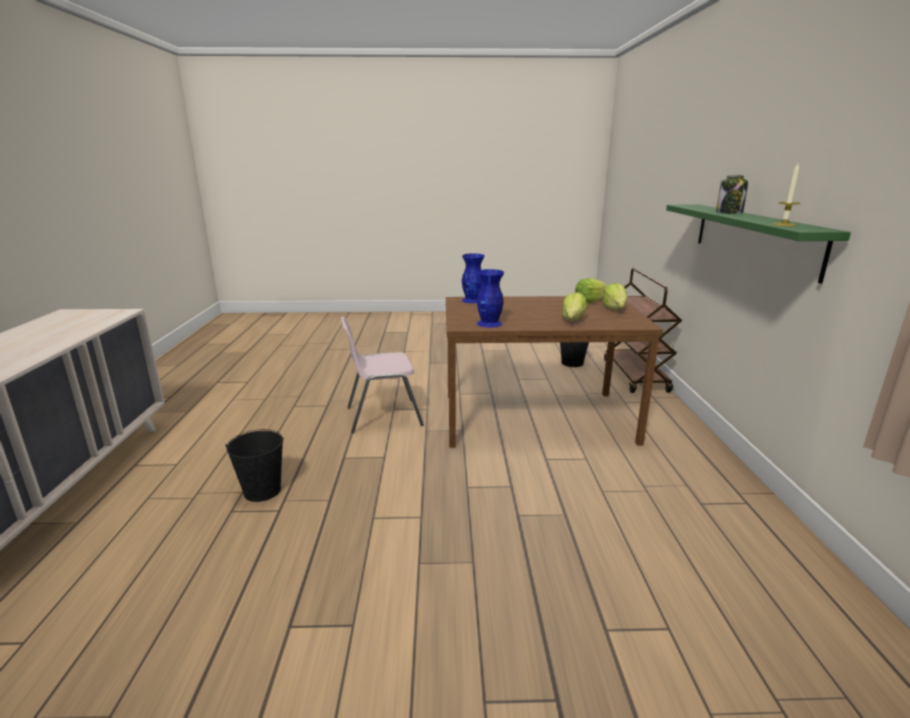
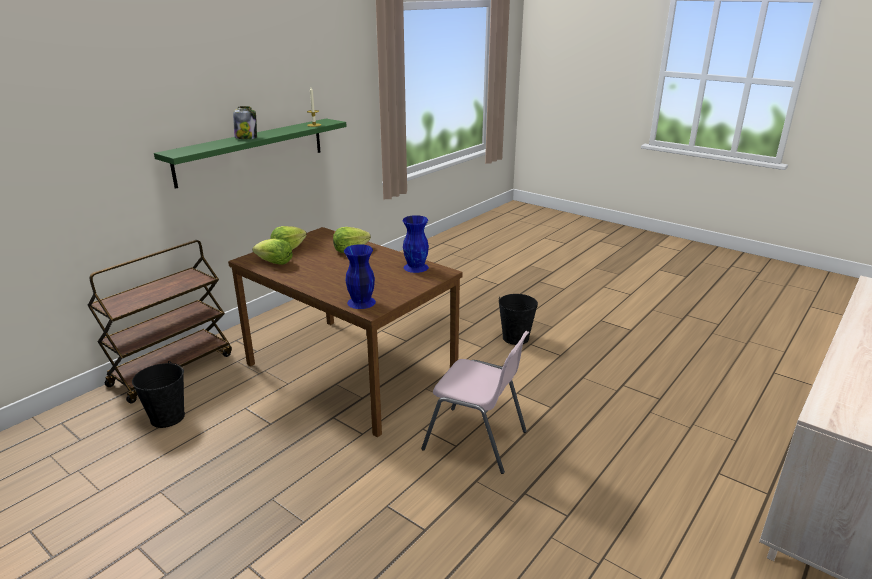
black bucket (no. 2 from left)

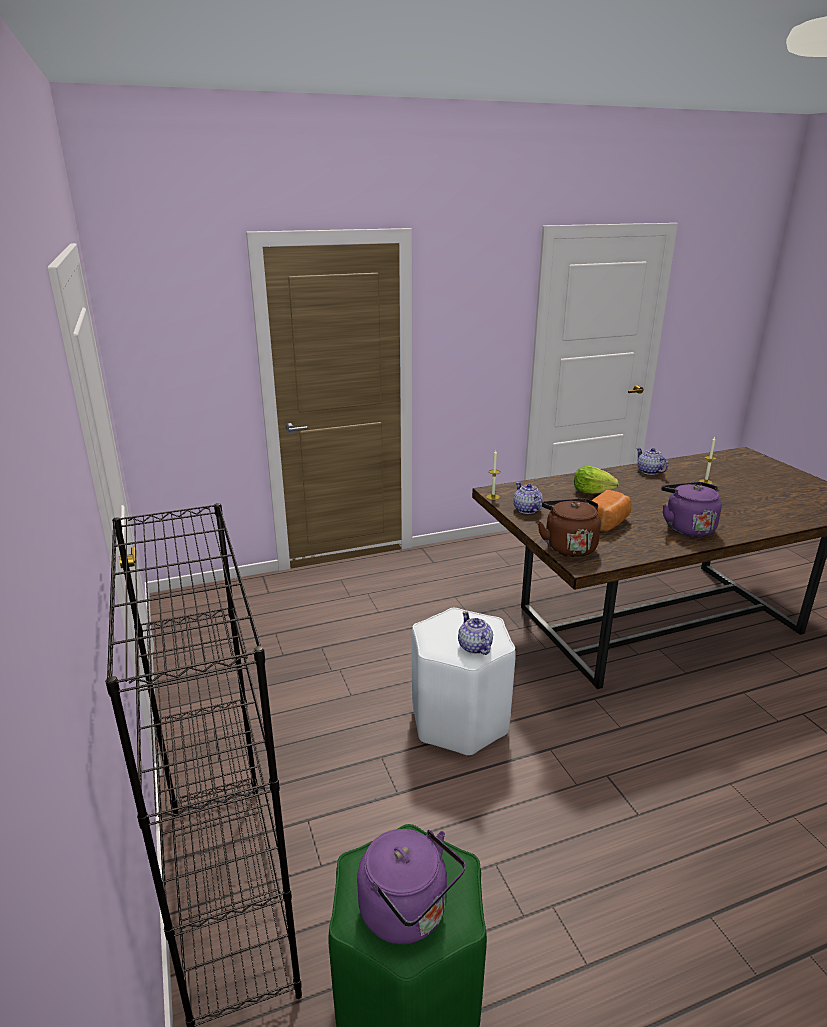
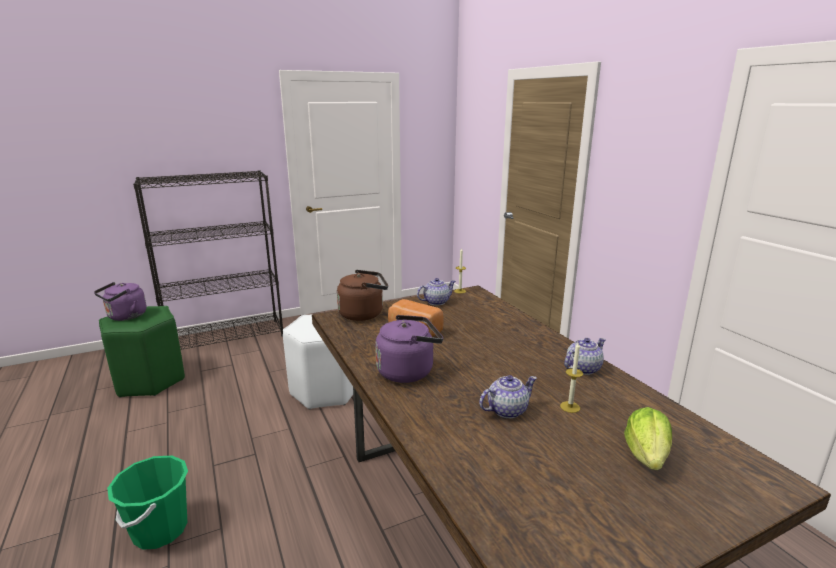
tea pot (no. 2 from left)
head of lettuce
green-coloured bucket

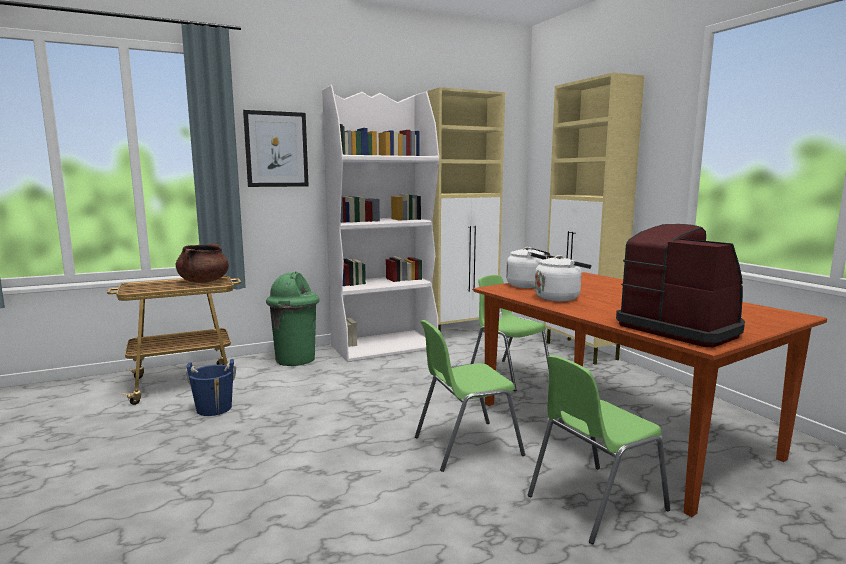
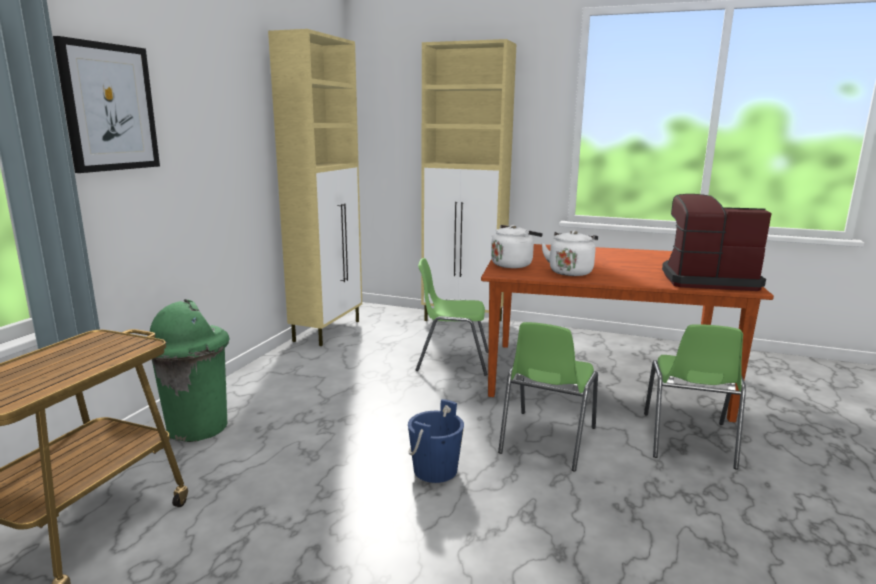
brownish stockpot
bluish bucket
white bookcase

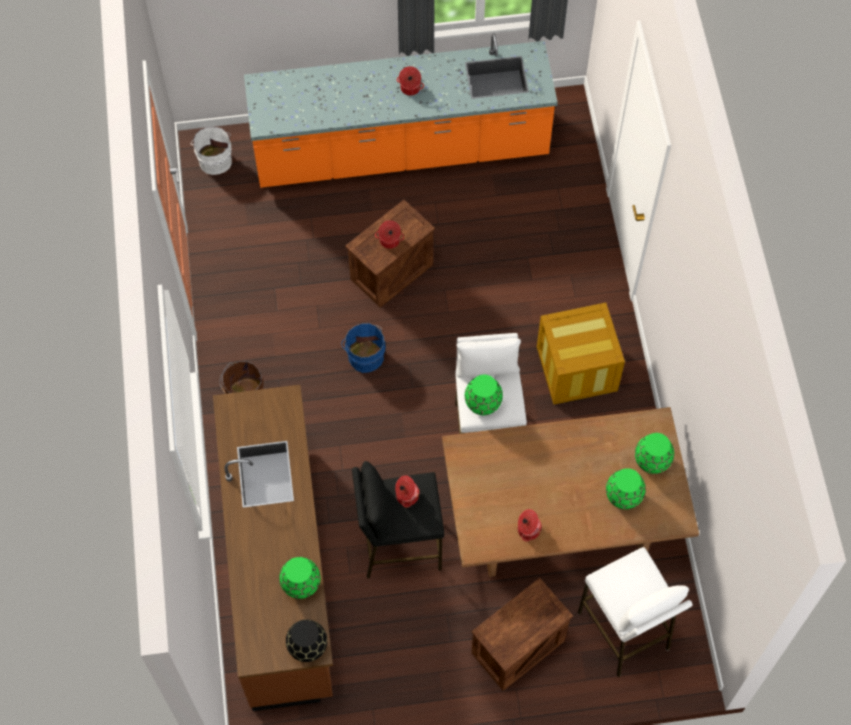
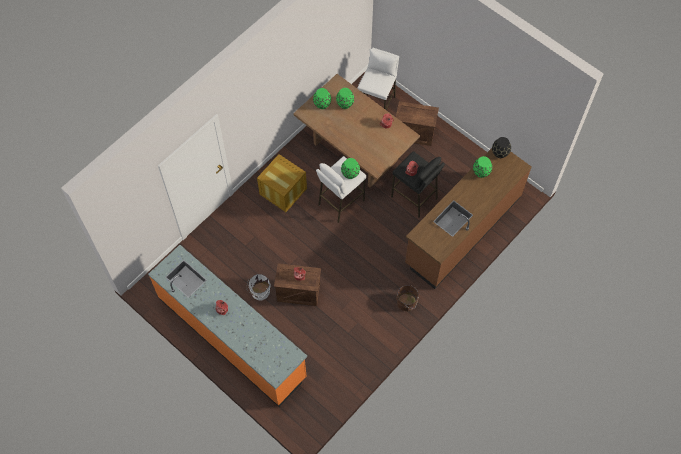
white bucket
bluish bucket

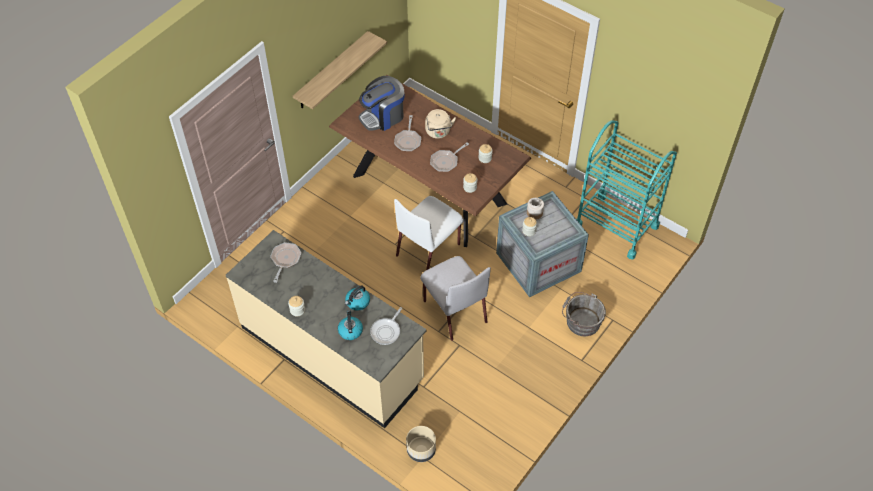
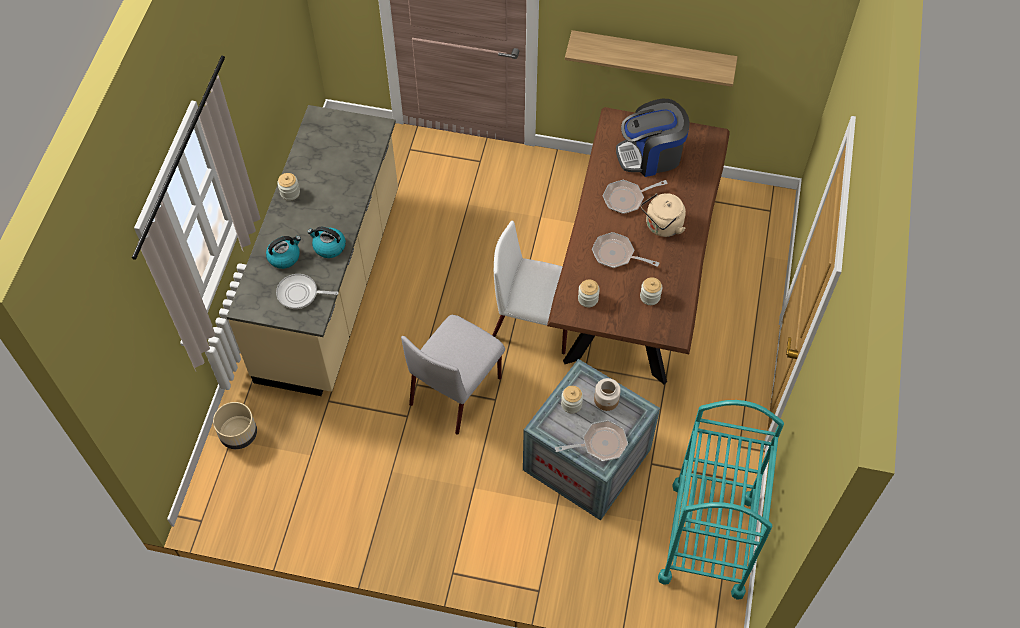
frying pan (no. 2 from left)
coffee maker
greyish bucket

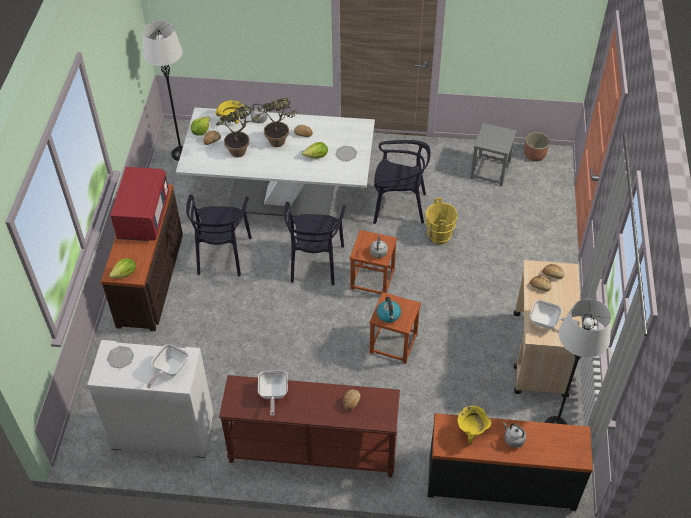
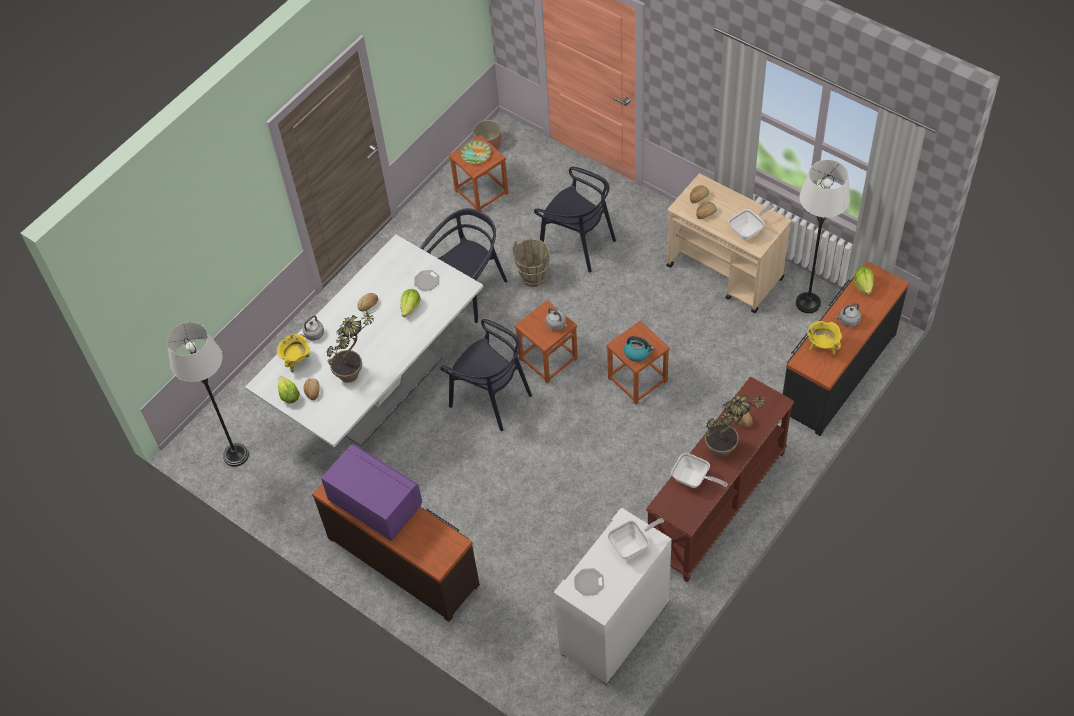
head of lettuce (no. 3 from left)
purple-coloured microwave oven
frying pan (no. 1 from left)
black chair (no. 3 from left)
houseplant (no. 2 from left)
brownish bucket
brownish stool (no. 1 from left)
flat dish (no. 2 from left)

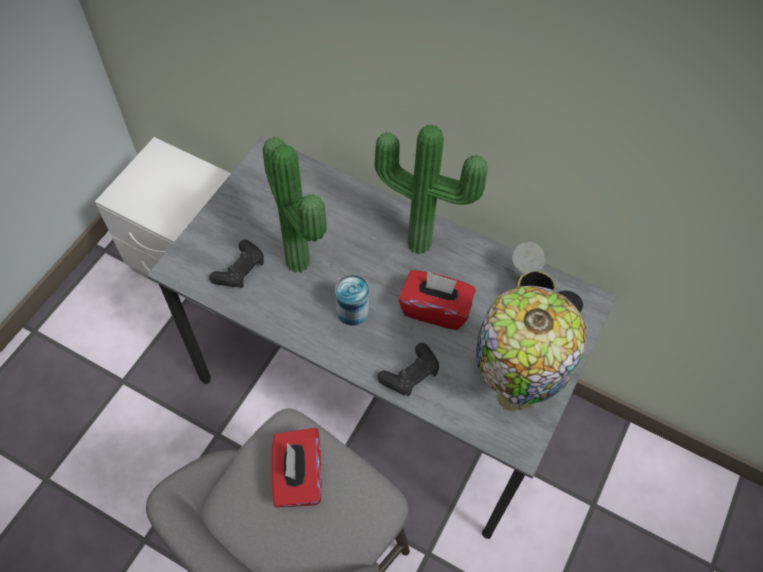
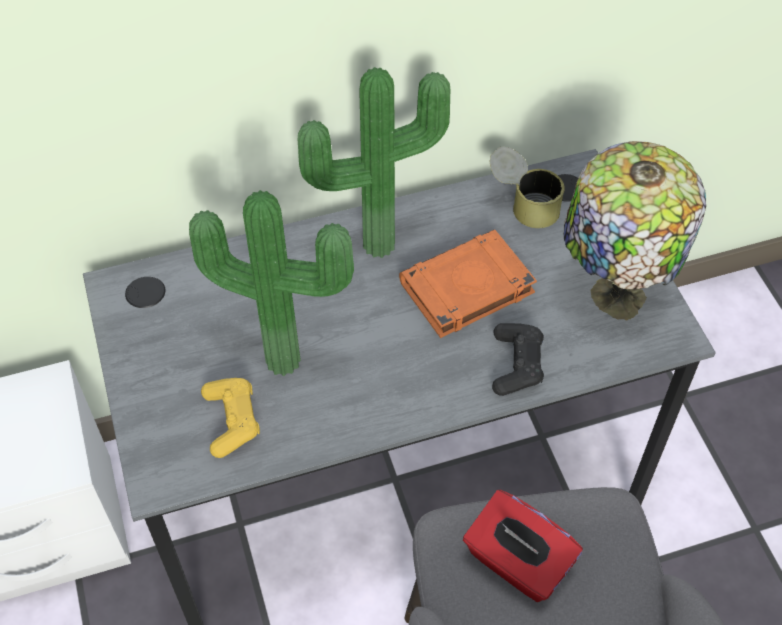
yellow-coloured game controller
metal can (no. 1 from left in the first image)
orangey bound book

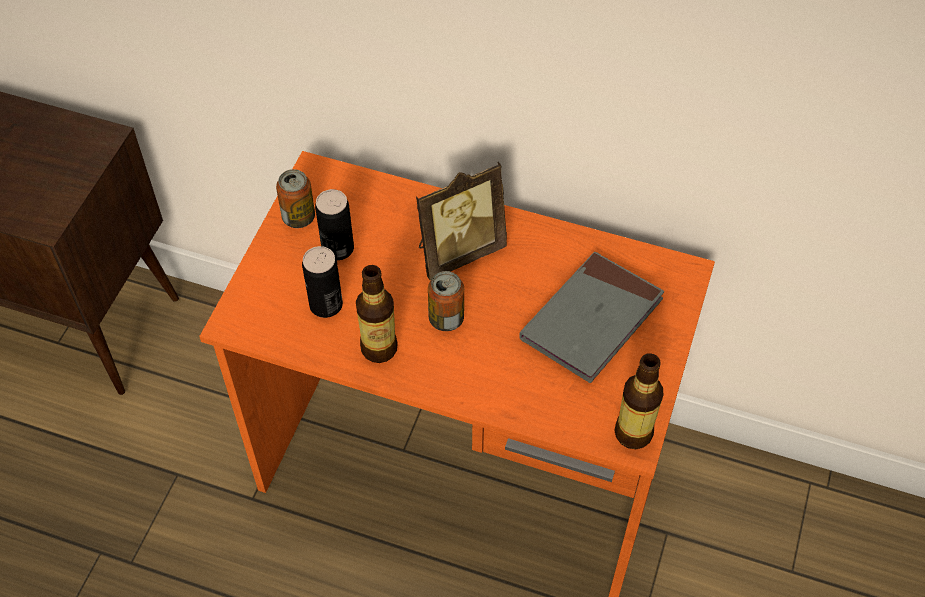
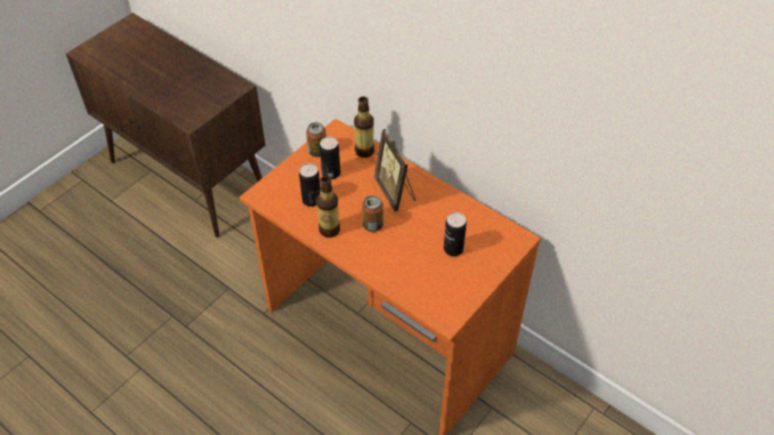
picture frame
metal can (no. 5 from left)
beverage bottle (no. 2 from left)

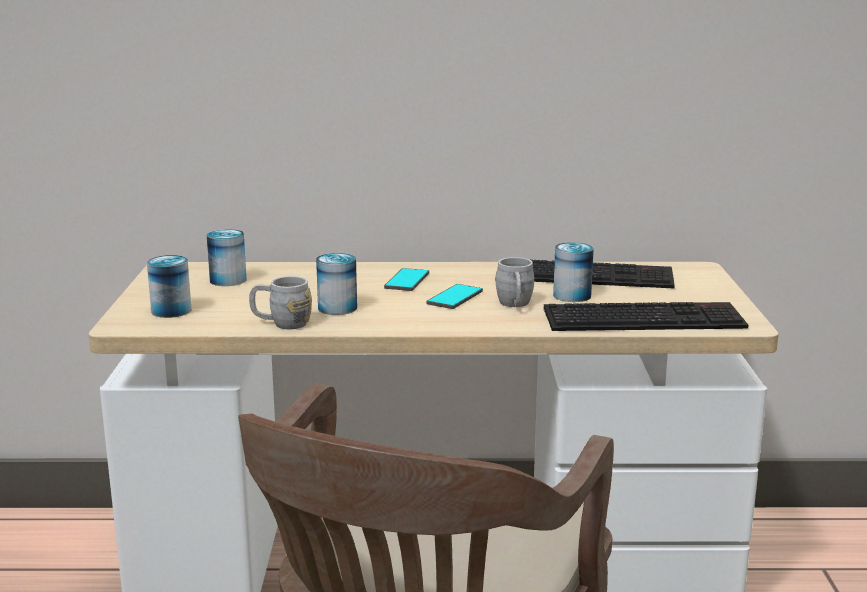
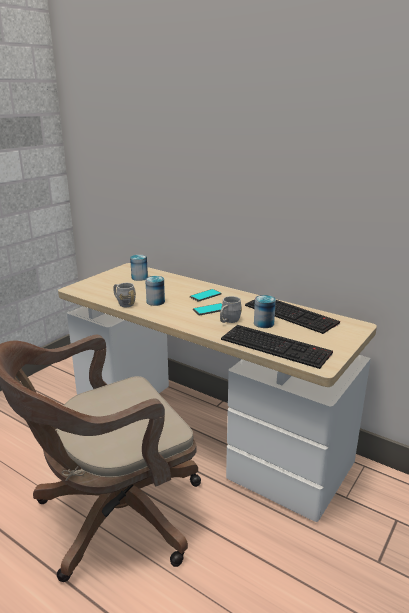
metal can (no. 1 from left in the first image)

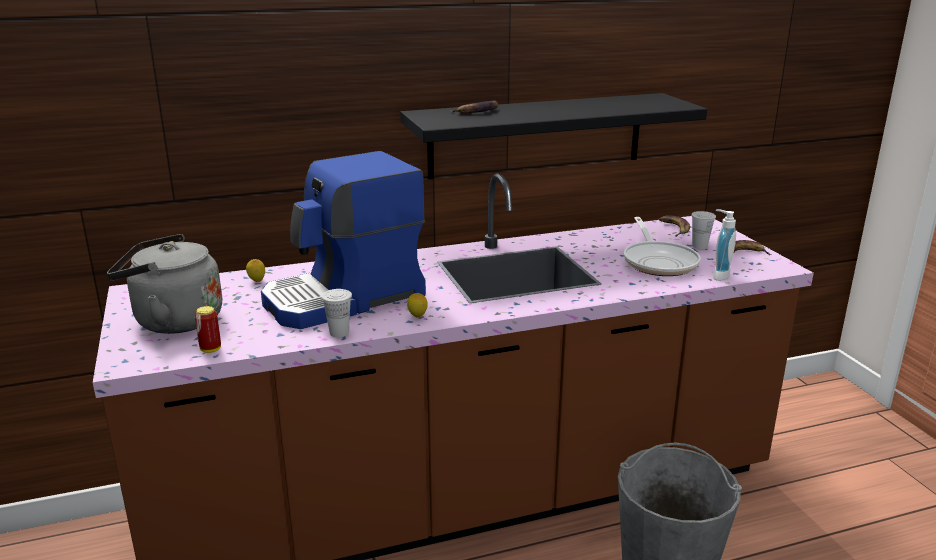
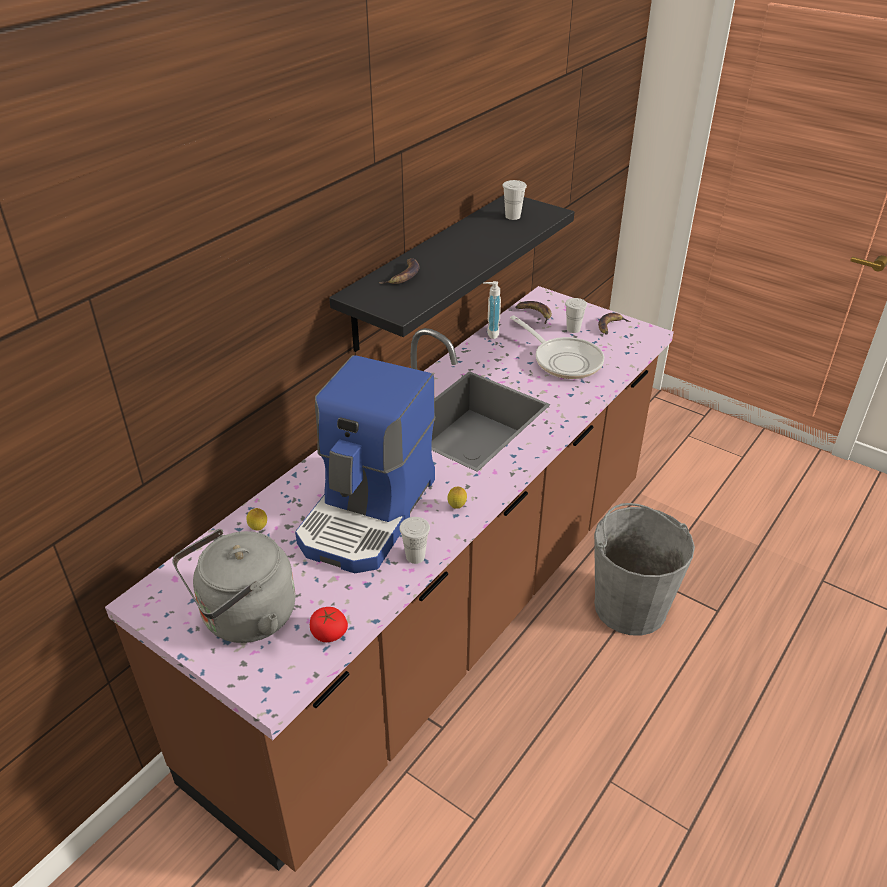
tomato
soap bottle
white small cup (no. 2 from left)

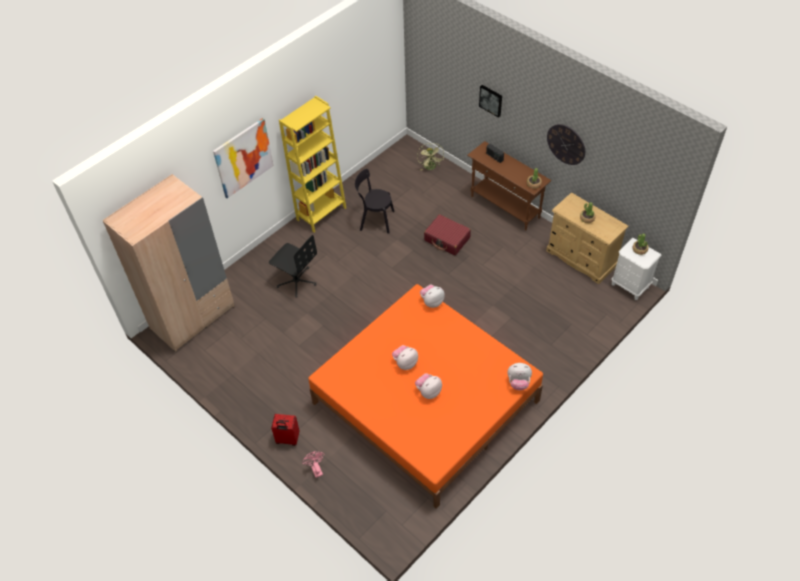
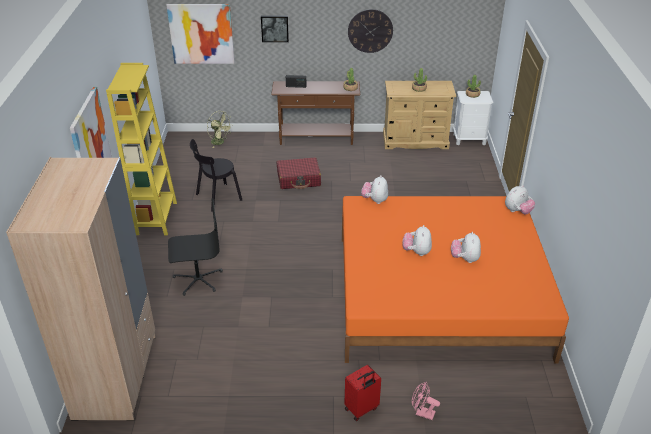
wall picture (no. 2 from left)

